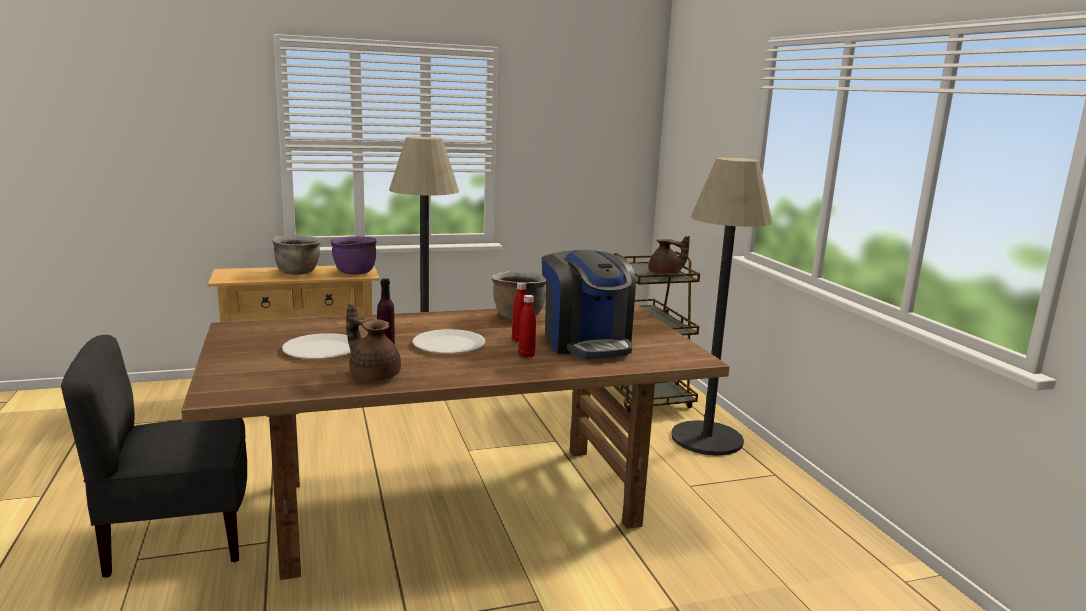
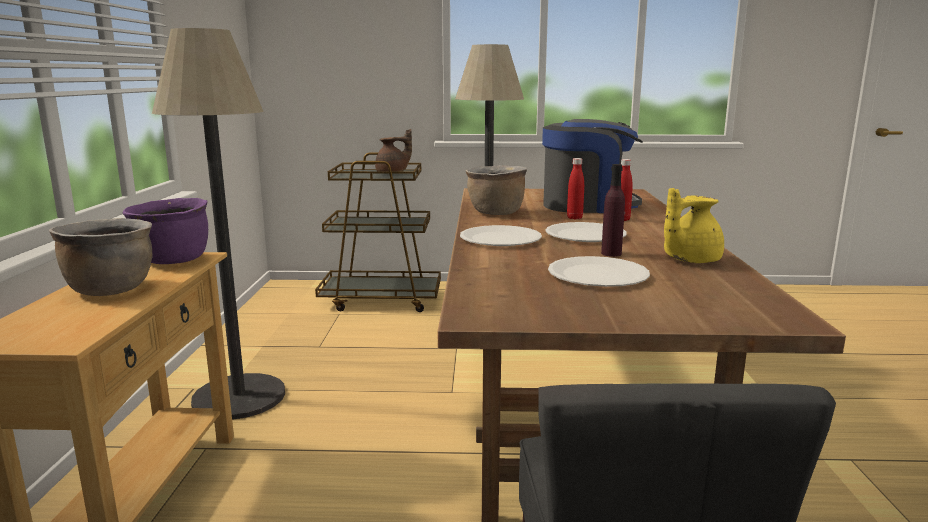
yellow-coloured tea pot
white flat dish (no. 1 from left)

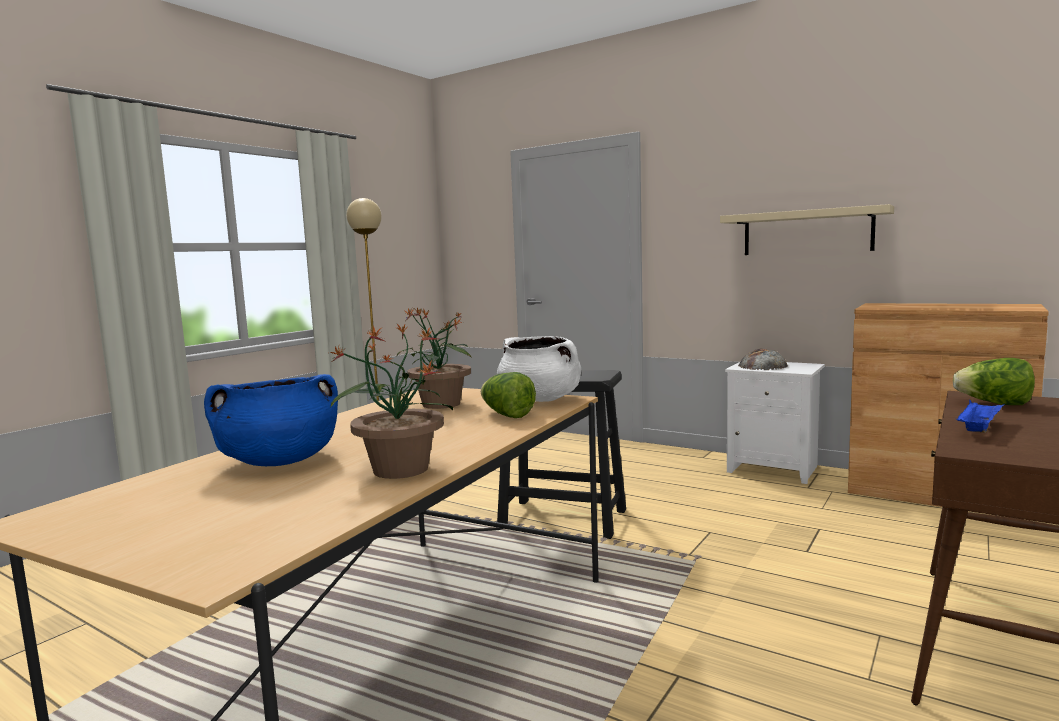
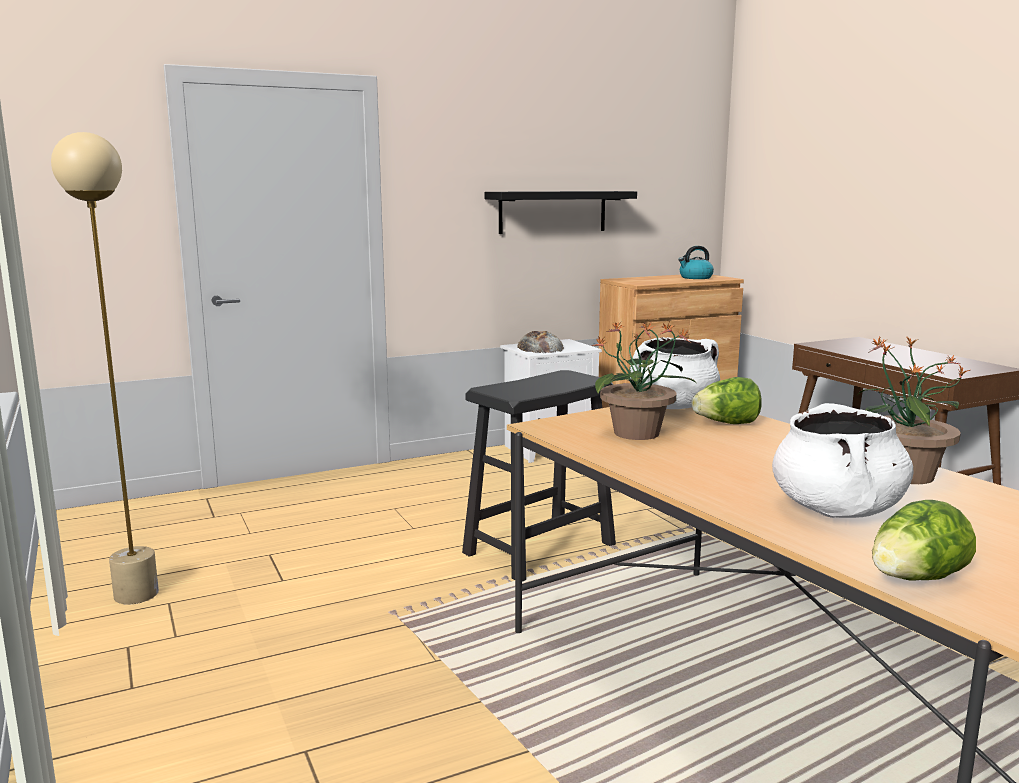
white stockpot (no. 2 from left)
black wall shelf
head of lettuce (no. 2 from left)
bluish serving tray
water kettle

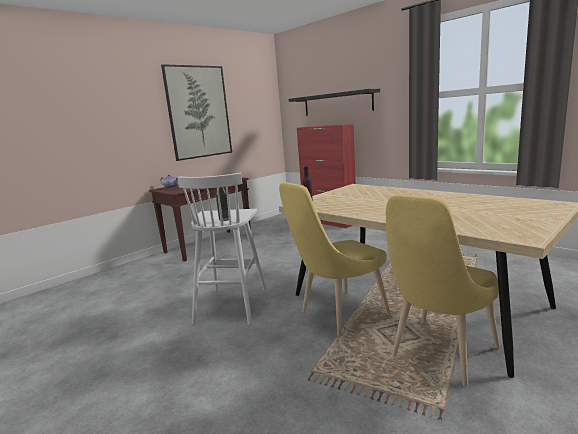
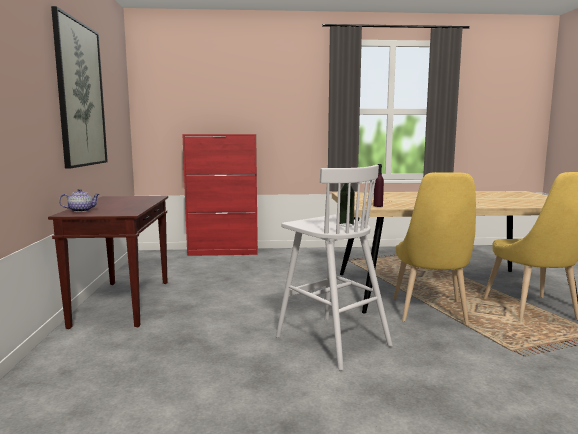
black wall shelf

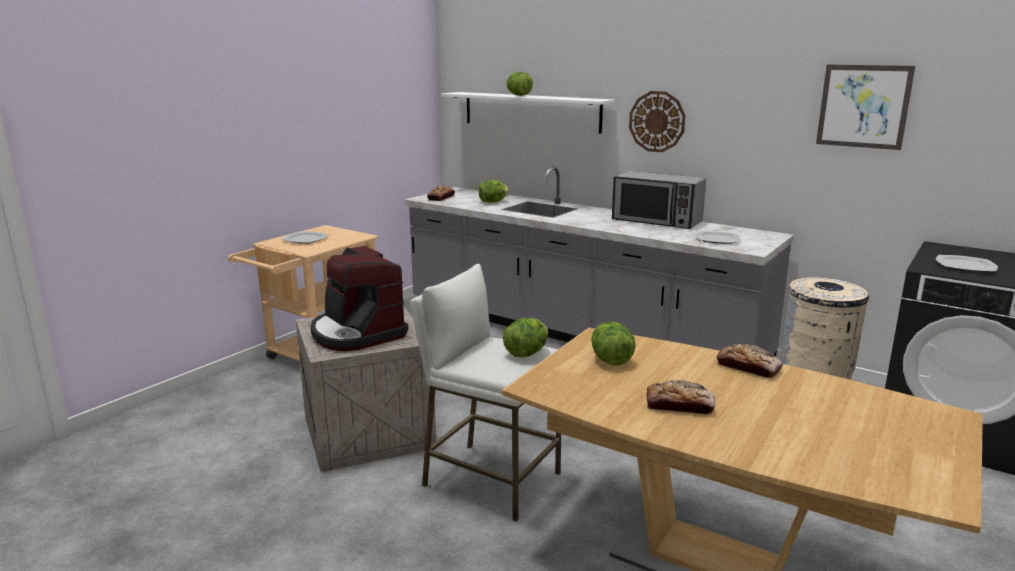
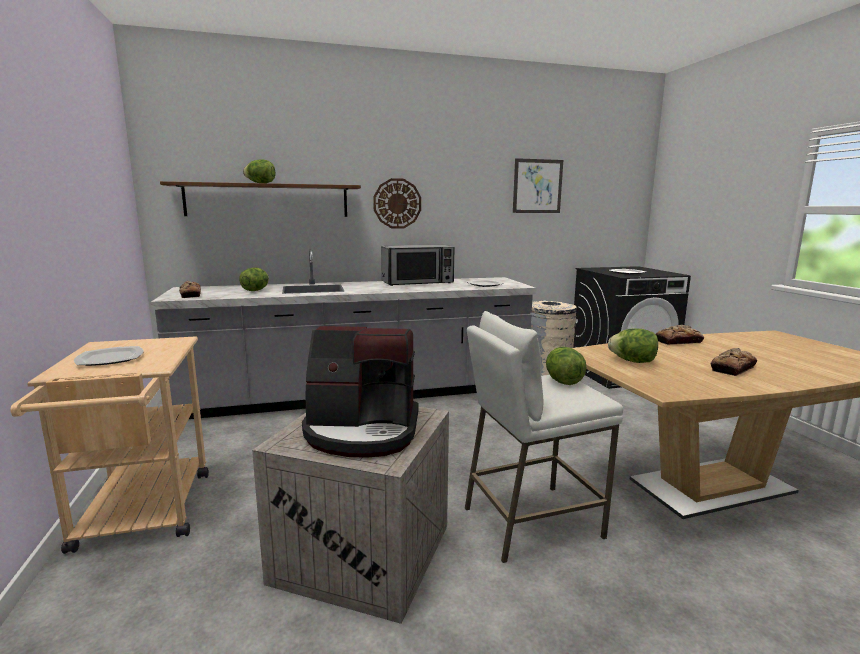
brownish wall shelf

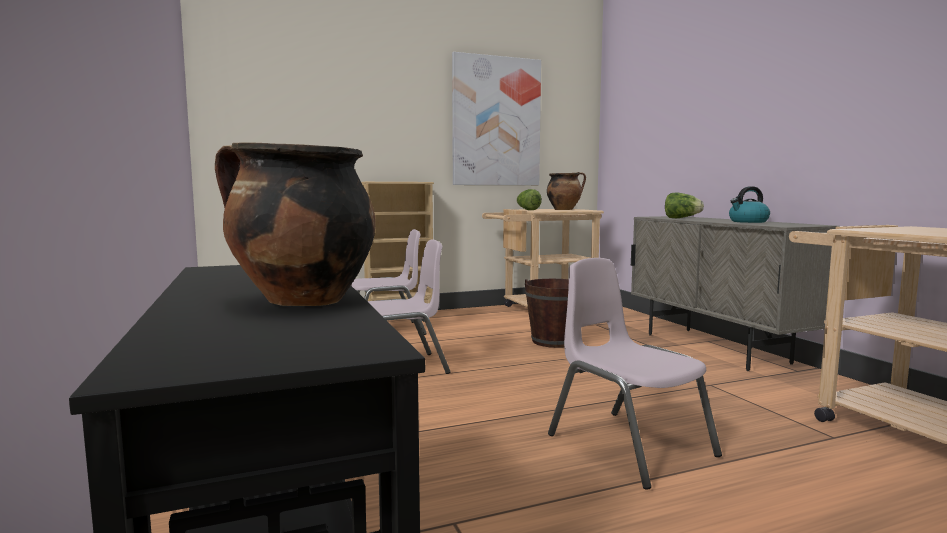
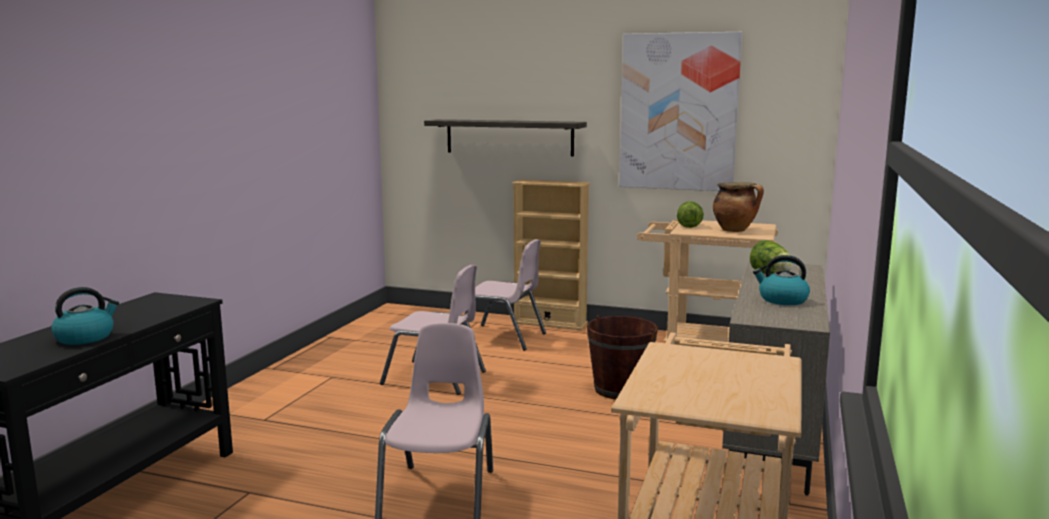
water kettle (no. 1 from left)
wall shelf

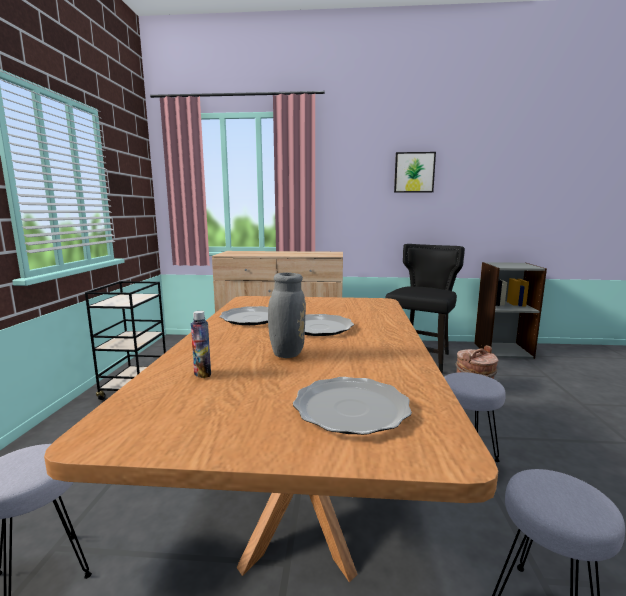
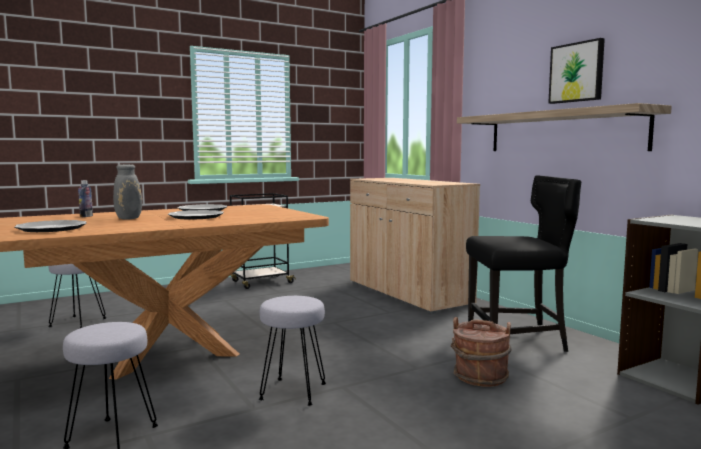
wall shelf

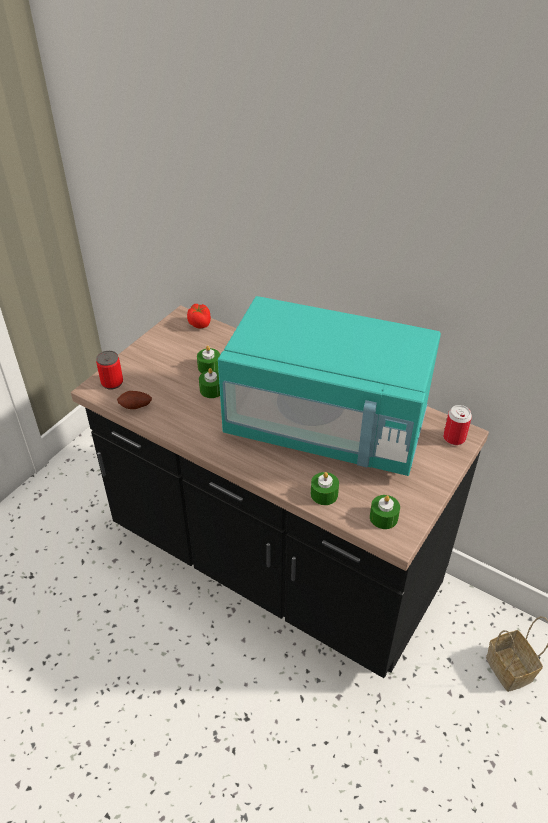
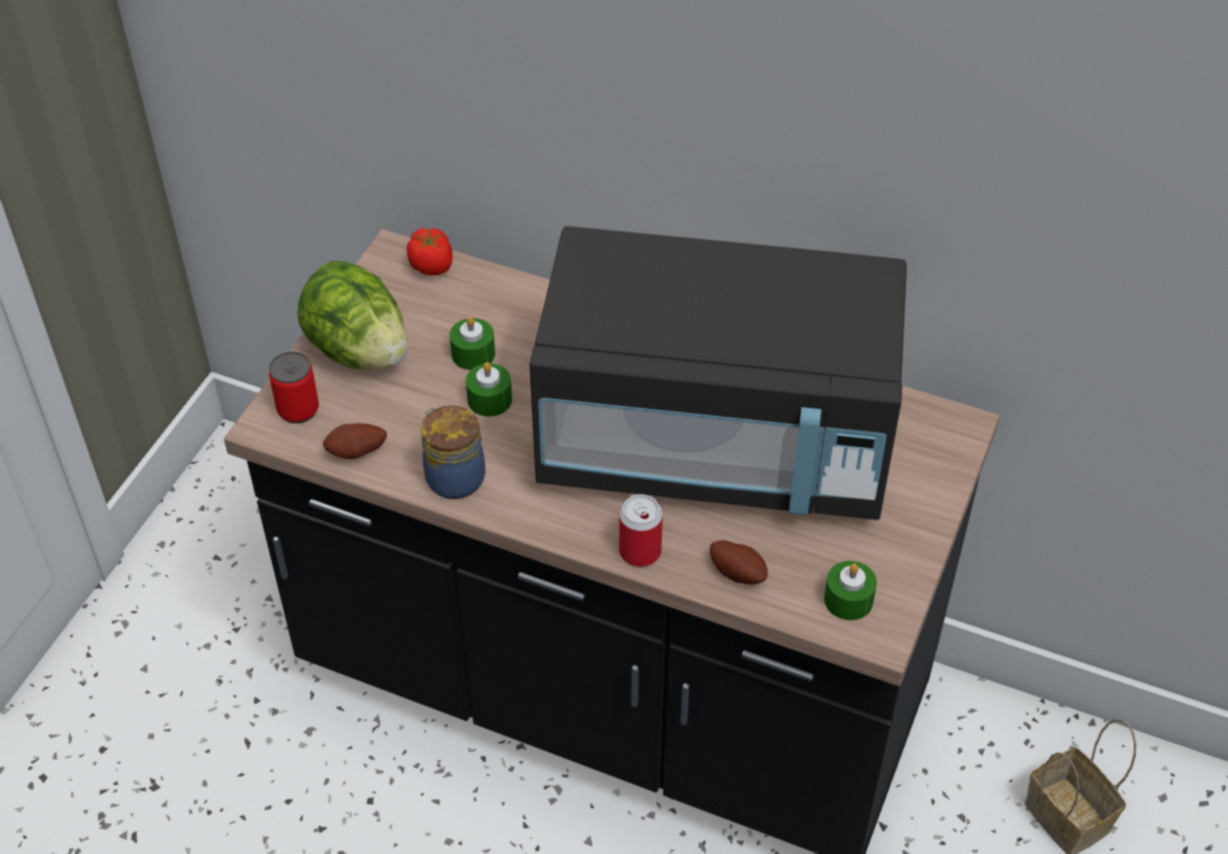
black microwave oven
potato (no. 2 from left)
metal can (no. 2 from left)
head of lettuce
jar

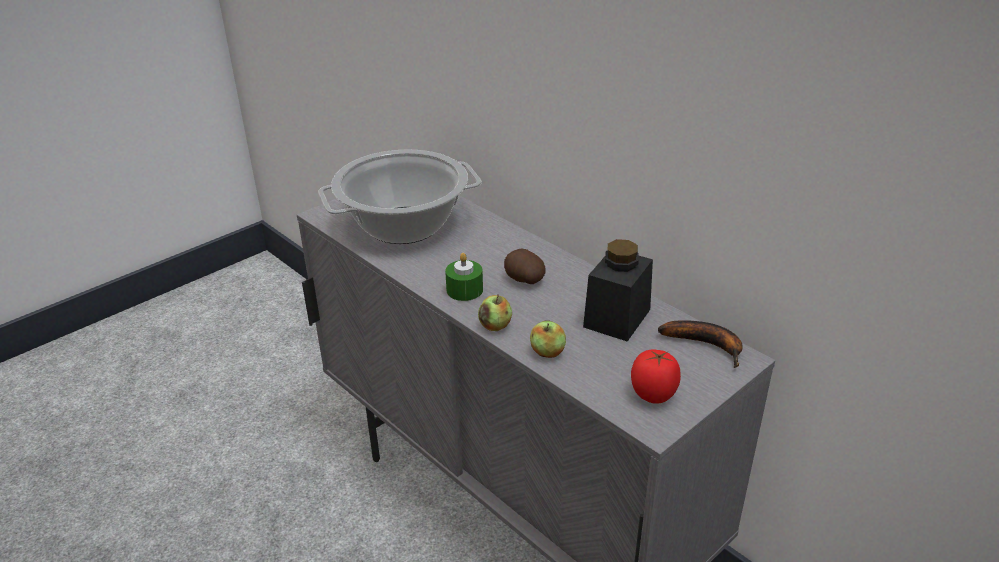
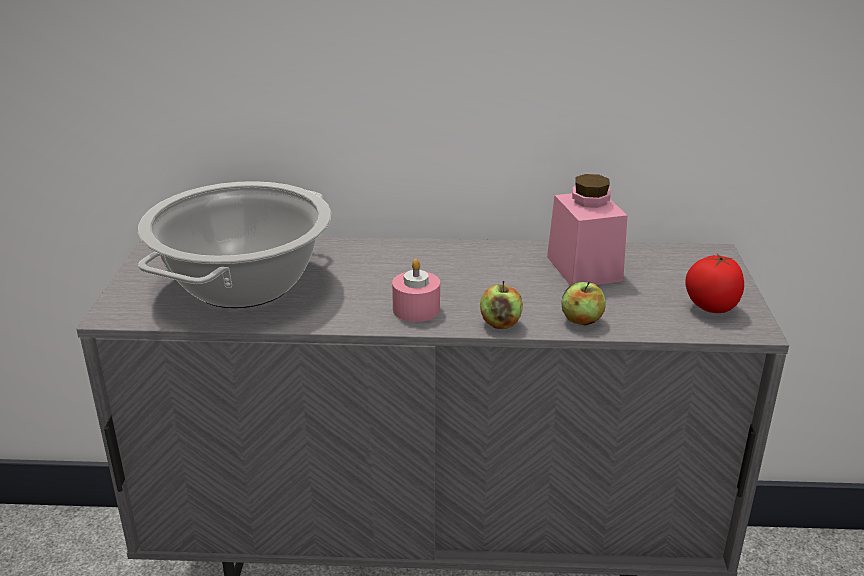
pink wax candle
potato
pink jar
banana

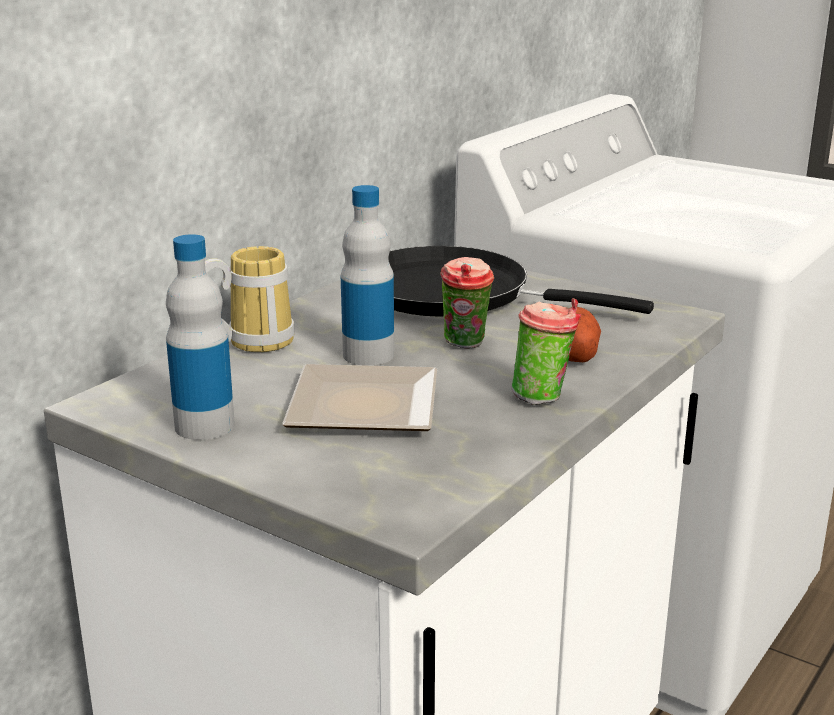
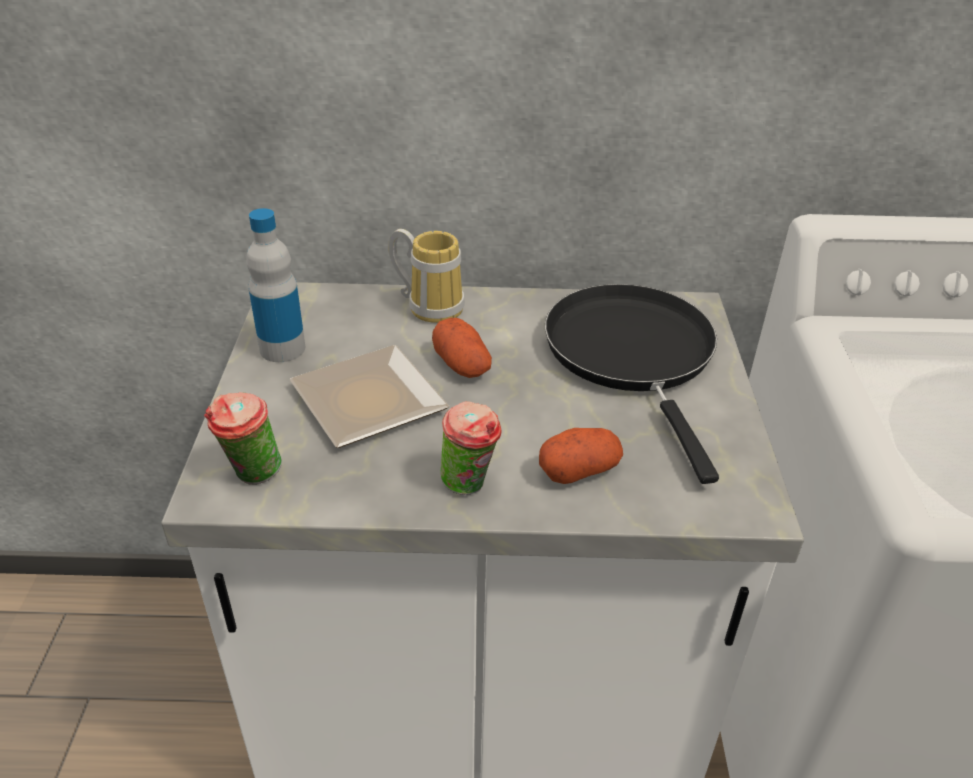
potato (no. 1 from left)
small cup (no. 1 from left)

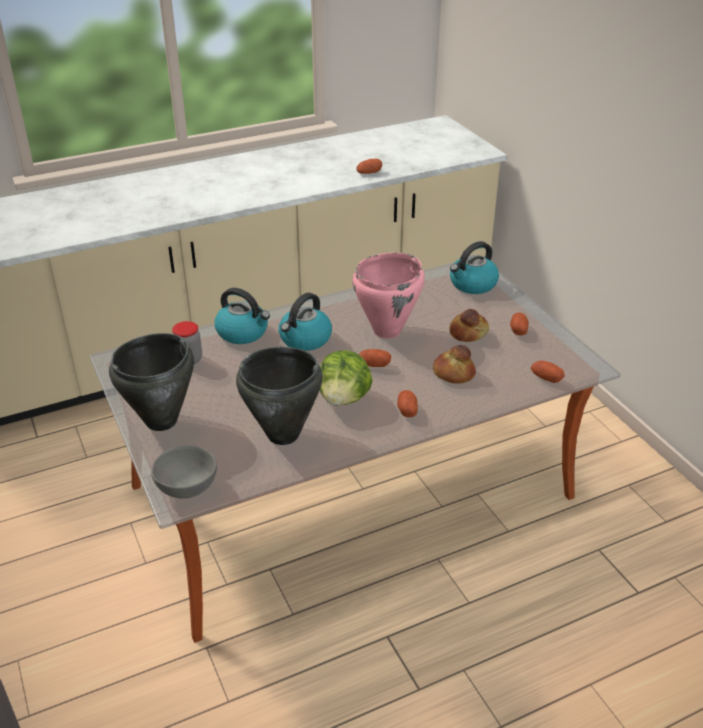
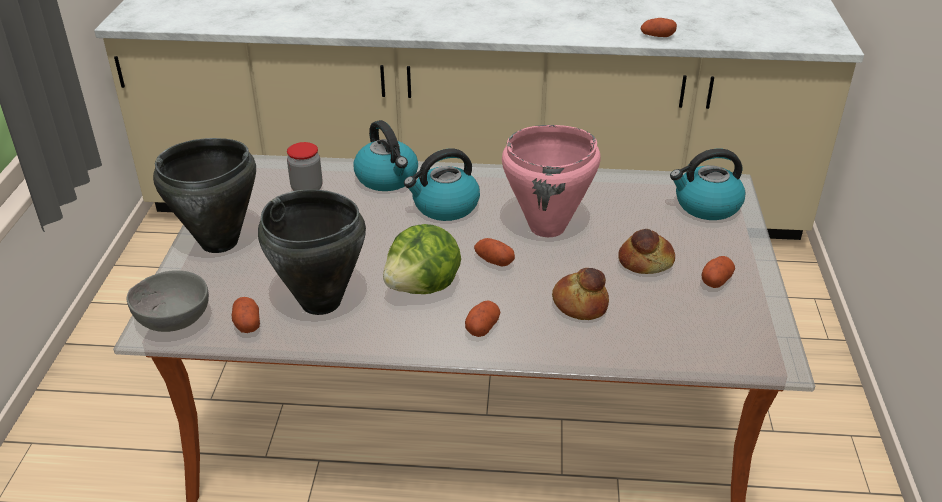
potato (no. 1 from left)

